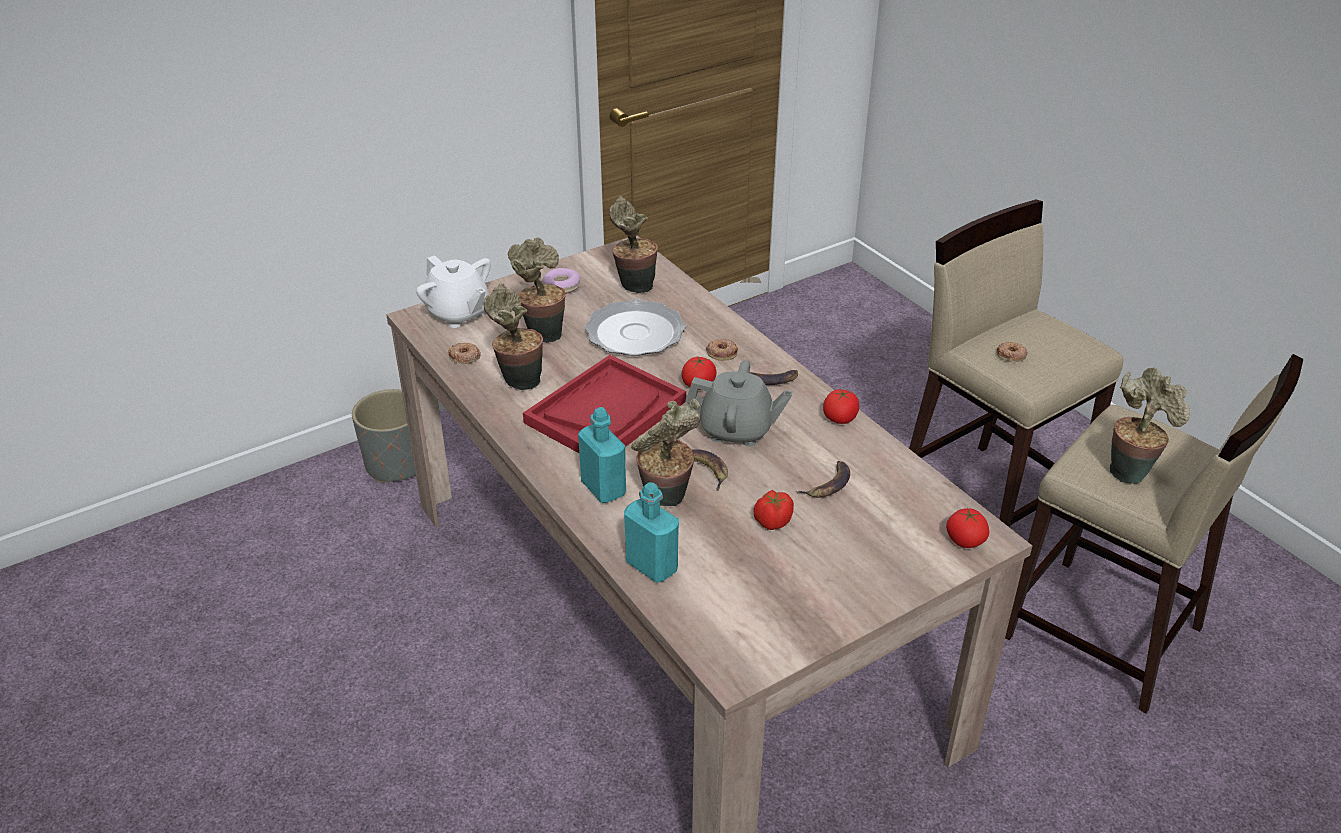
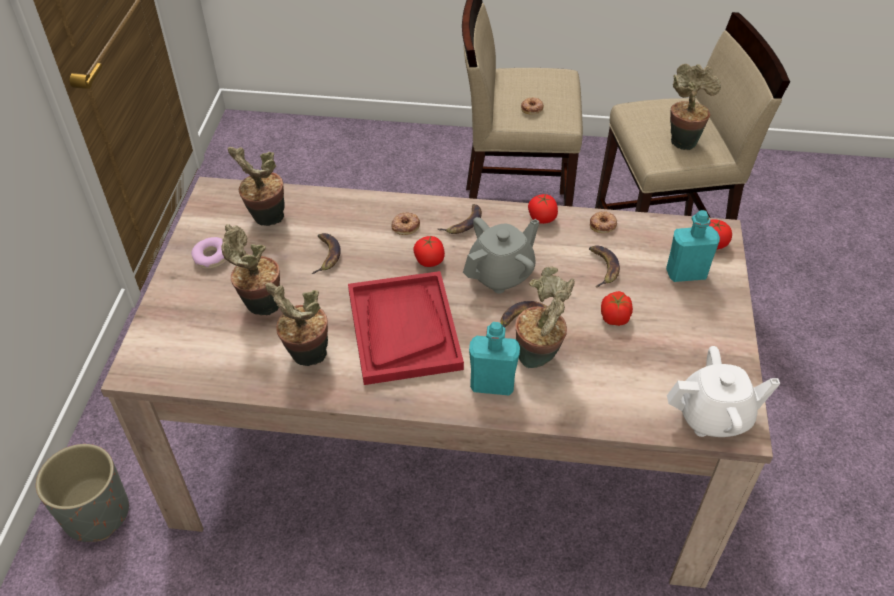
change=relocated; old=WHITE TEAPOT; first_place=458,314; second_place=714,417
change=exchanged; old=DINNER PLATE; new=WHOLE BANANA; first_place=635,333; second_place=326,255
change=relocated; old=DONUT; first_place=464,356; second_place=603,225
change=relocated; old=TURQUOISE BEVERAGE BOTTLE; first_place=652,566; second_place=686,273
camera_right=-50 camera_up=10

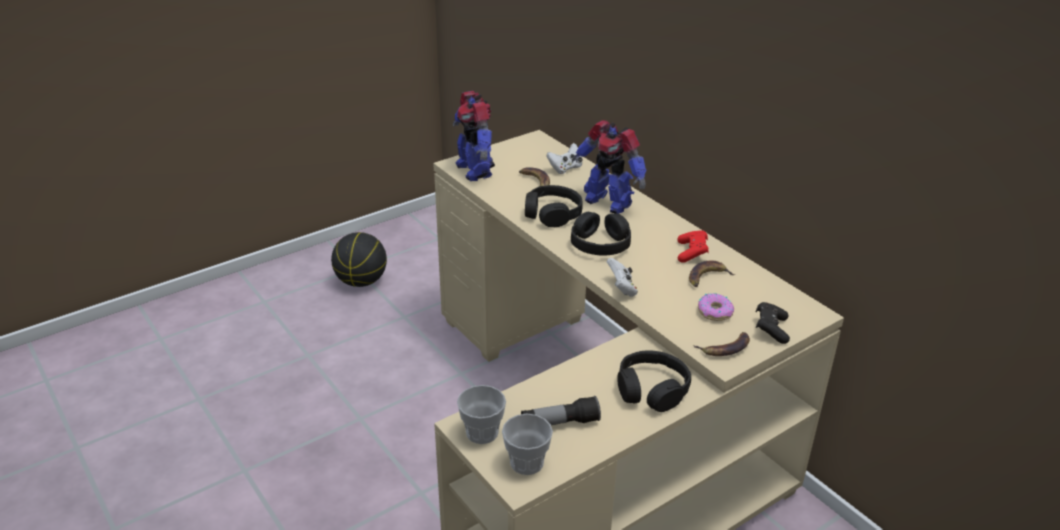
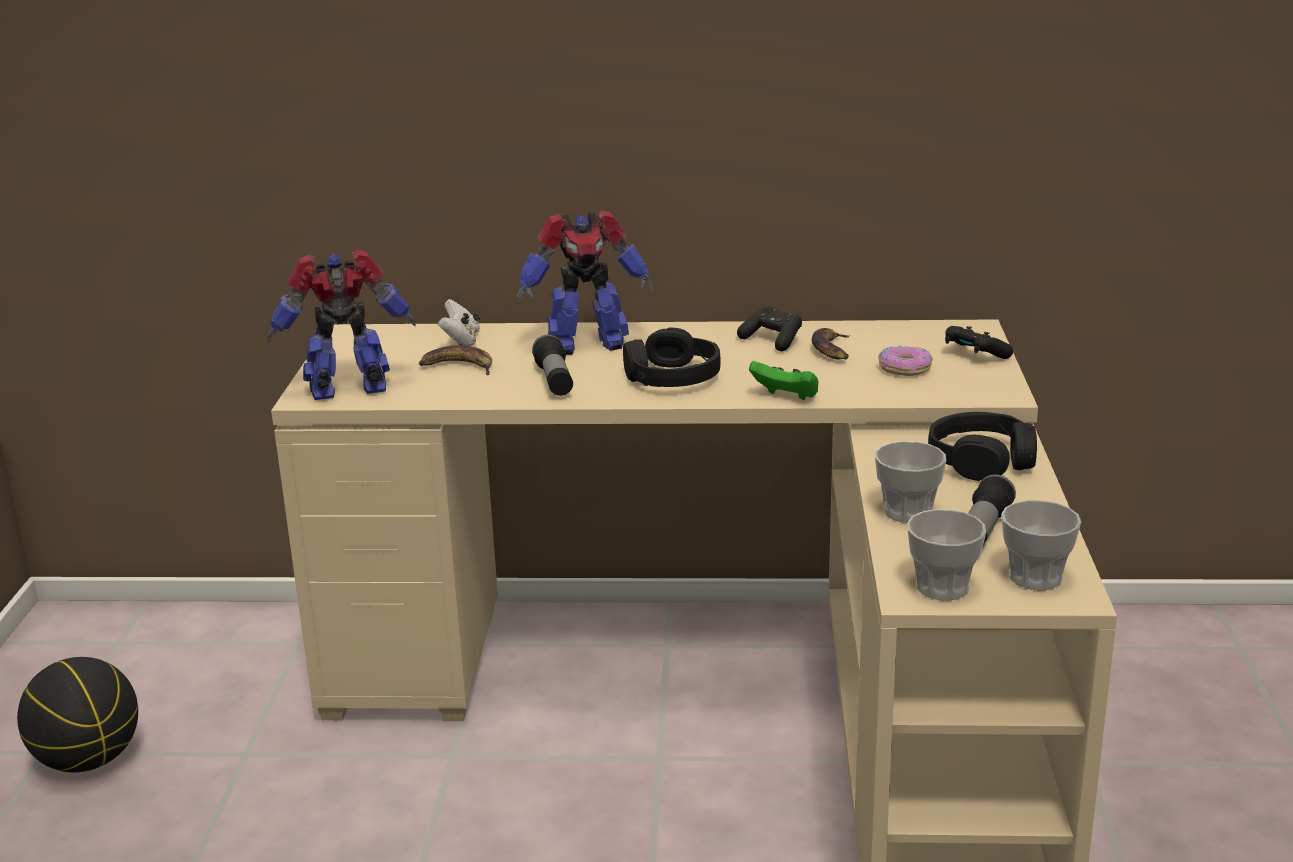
change=spun; old=ROBOT FIGURE; first_place=474,170; second_place=350,390; degrees=150
change=exchanged; old=BLACKISH HEADPHONES; new=FLASHLIGHT; first_place=552,214; second_place=554,381
change=colour; old=RED GAMEPAD; new=BLACKISH GAMEPAD; first_place=692,253; second_place=772,340
change=colour; old=WHITE GAMEPAD; new=GREEN GAMEPAD; first_place=621,288; second_place=786,397
change=missing; old=WHOLE BANANA; first_place=725,348
change=appeared; new=CUP; second_place=907,512
camera_right=-50 camera_up=-10

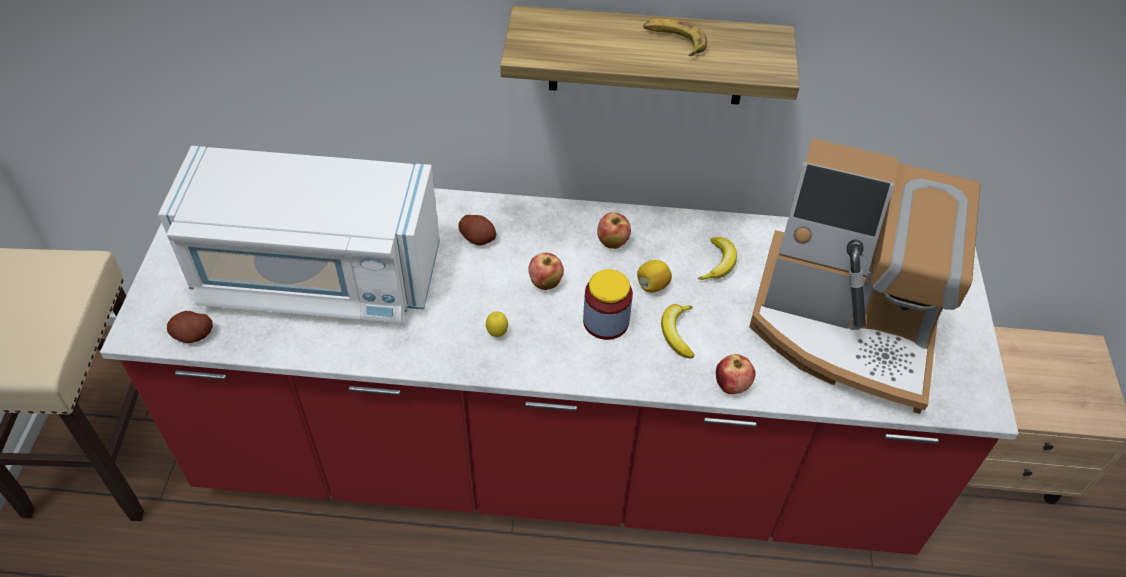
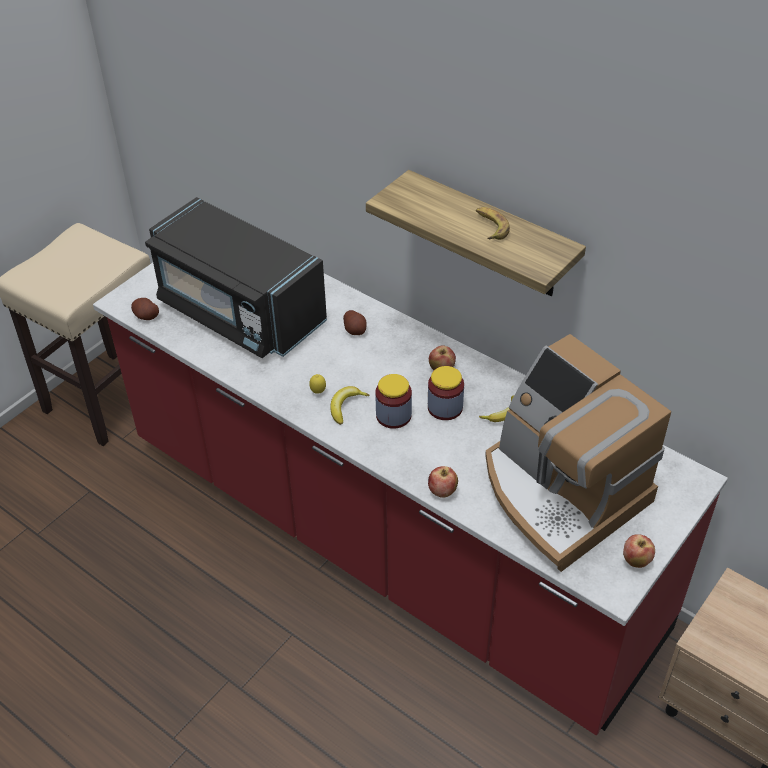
change=colour; old=WHITE KITCHEN MICROWAVE; new=BLACKISH KITCHEN MICROWAVE; first_place=316,276; second_place=239,312
change=relocated; old=APPLE; first_place=545,283; second_place=636,561
change=exchanged; old=LEMON; new=STORAGE JAR; first_place=652,285; second_place=445,407
change=relocated; old=WHOLE BANANA; first_place=677,333; second_place=345,406
camera_right=35 camera_up=-5

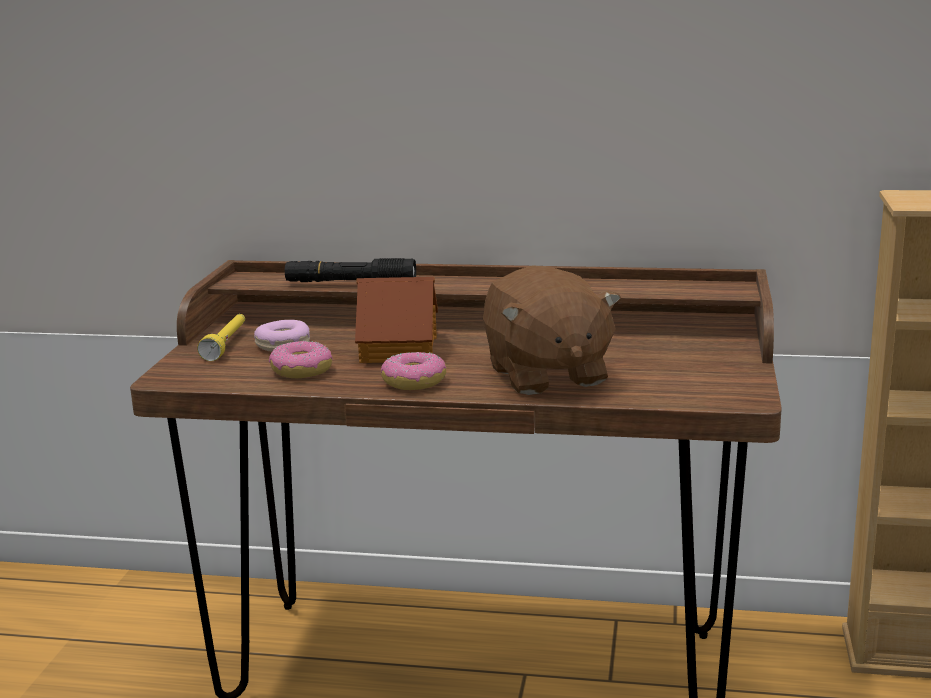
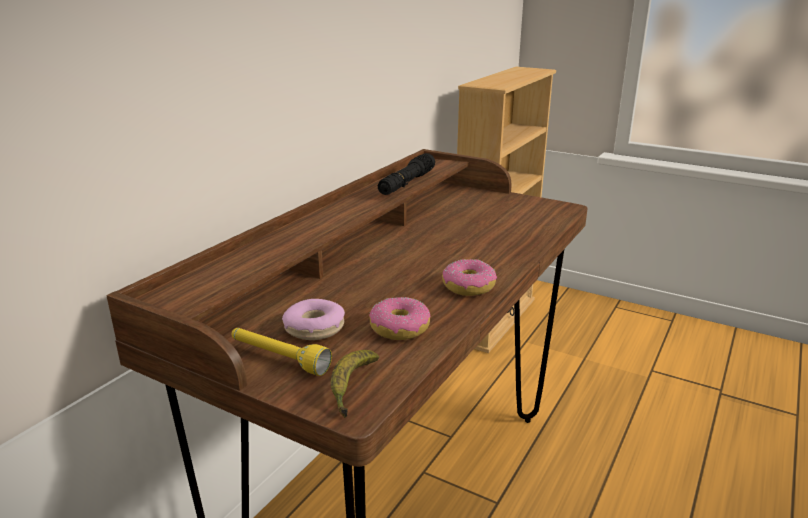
change=relocated; old=BLACKISH FLASHLIGHT; first_place=350,283; second_place=407,183
change=missing; old=BROWNISH CUDDLY TOY; first_place=546,375
change=missing; old=TOY HOUSE; first_place=400,349
change=appeared; new=WHOLE BANANA; second_place=352,388
camera_right=-70 camera_up=5

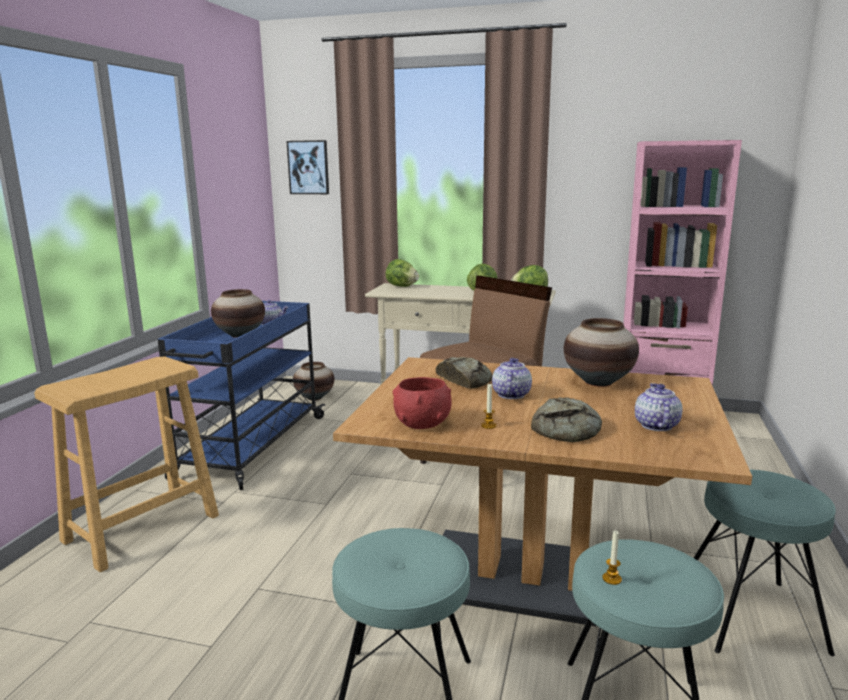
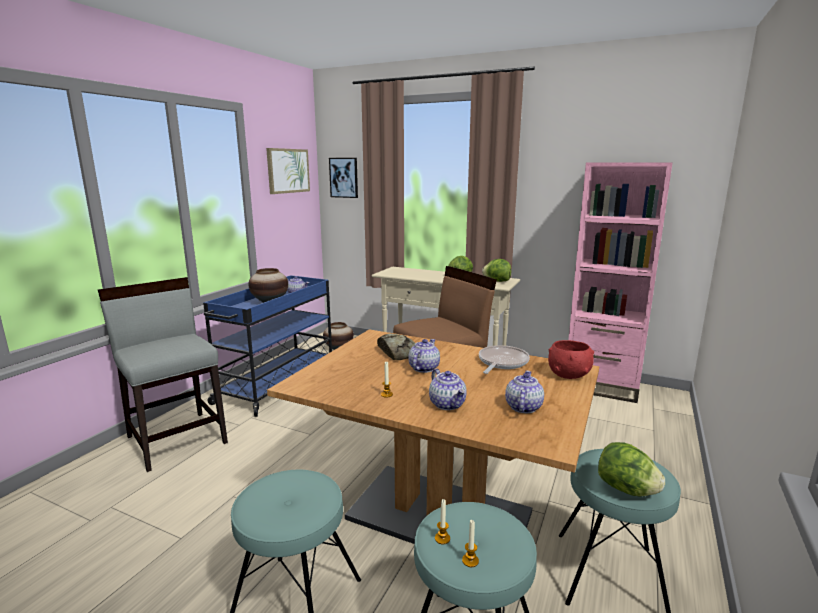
change=relocated; old=HEAD OF LETTUCE; first_place=401,286; second_place=626,489
change=exchanged; old=DECORATIVE VASE; new=SKILLET; first_place=598,382; second_place=501,362
change=exchanged; old=SAND-COLOURED STOOL SEAT; new=GREYISH UPRIGHT CHAIR; first_place=143,528; second_place=177,439
change=relocated; old=RED DEEP DISH; first_place=422,424; second_place=569,375
change=exchanged; old=BAKED BREAD; new=TEAPOT; first_place=569,430; second_place=448,404
change=appeared; new=WALL PICTURE; second_place=288,171
change=appeared; new=WAX CANDLE; second_place=470,561
camera_right=10 camera_up=0

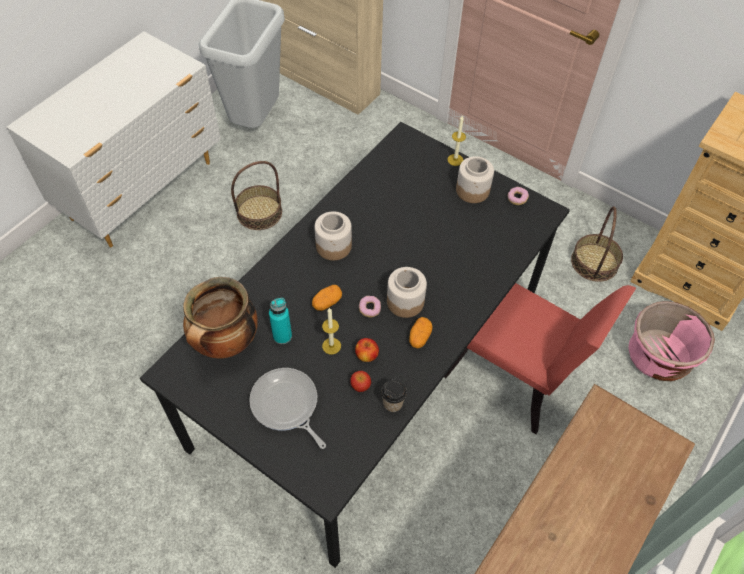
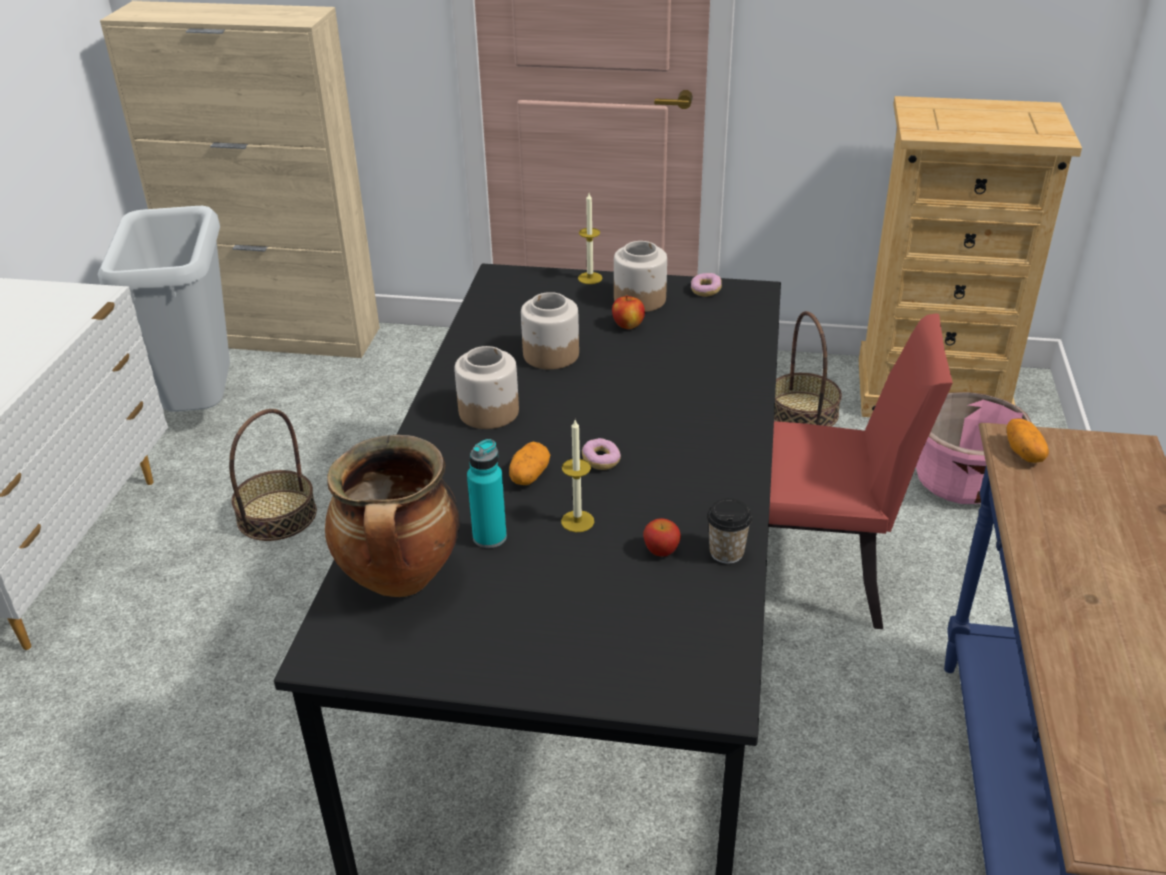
change=relocated; old=STORAGE JAR; first_place=405,301; second_place=550,354
change=relocated; old=SPUD; first_place=419,337; second_place=1024,452
change=relocated; old=APPLE; first_place=367,355; second_place=628,325
change=missing; old=SKILLET; first_place=286,405
camera_right=-25 camera_up=-20

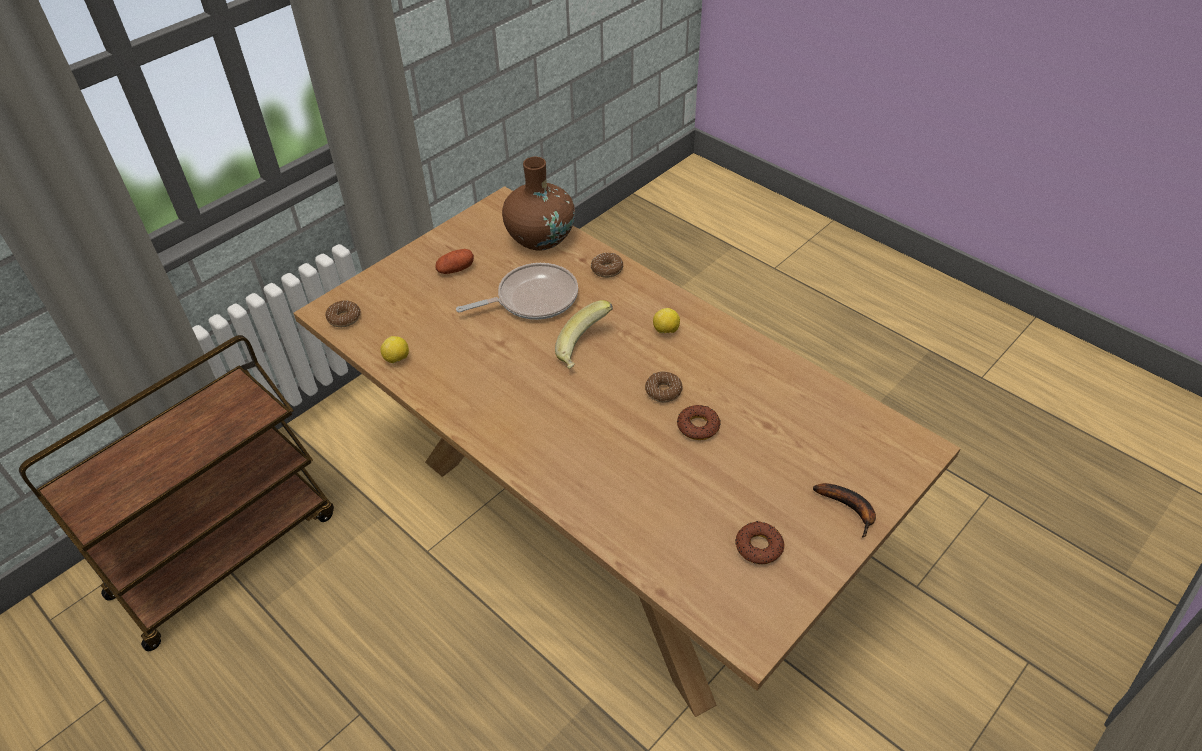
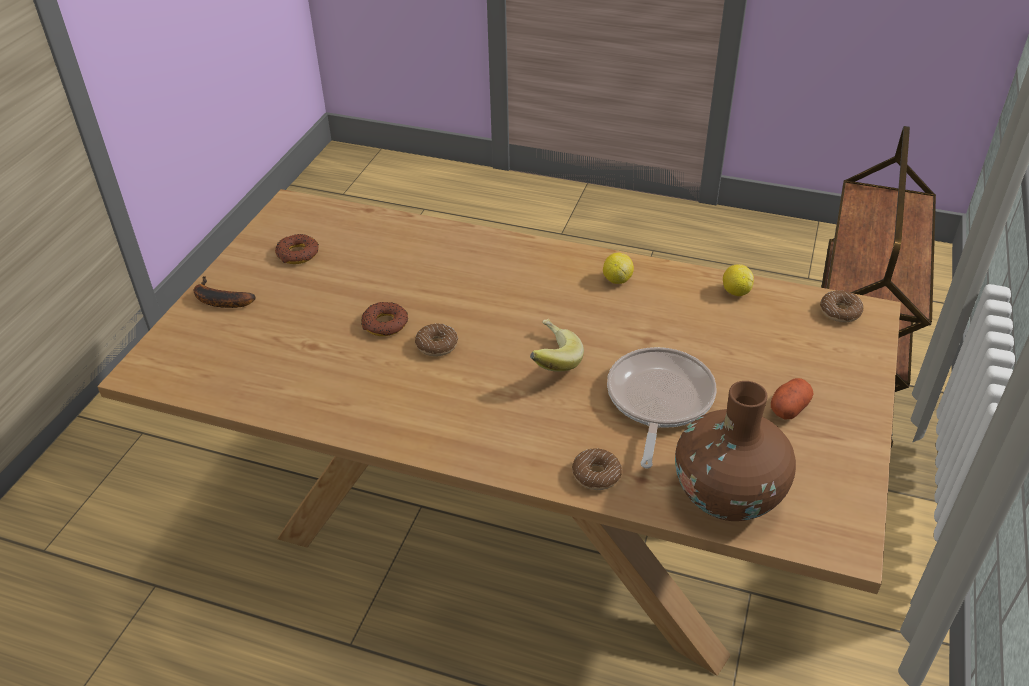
change=spun; old=SKILLET; first_place=532,298; second_place=658,401; degrees=150
change=relocated; old=LEMON; first_place=666,331; second_place=617,279
camera_right=155 camera_up=-5

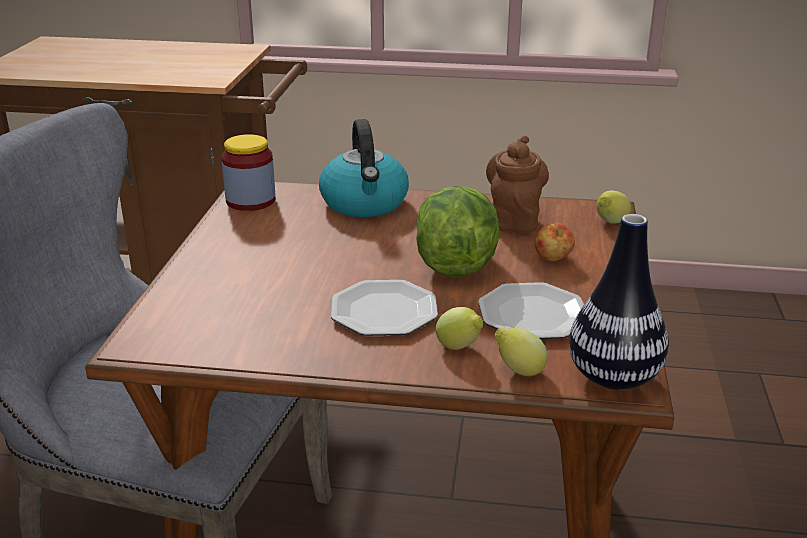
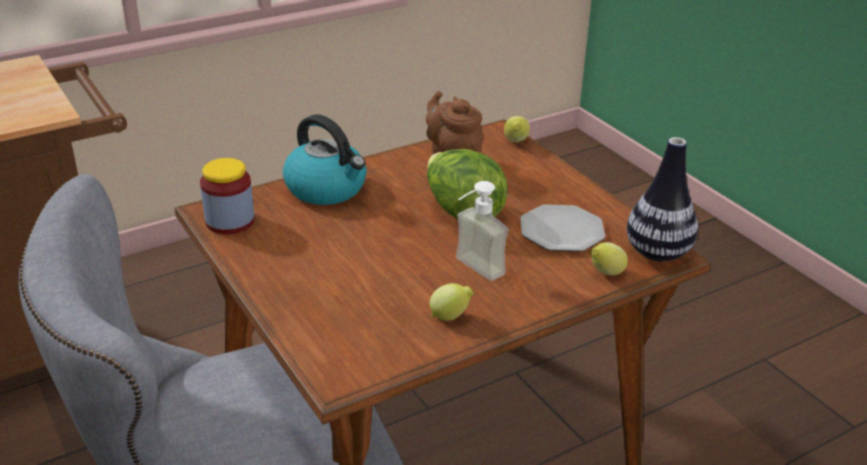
change=missing; old=APPLE; first_place=552,259
change=exchanged; old=DINNER PLATE; new=SOAP BOTTLE; first_place=385,312; second_place=472,270
change=relocated; old=LEMON; first_place=459,348; second_place=450,316
camera_right=-40 camera_up=5

